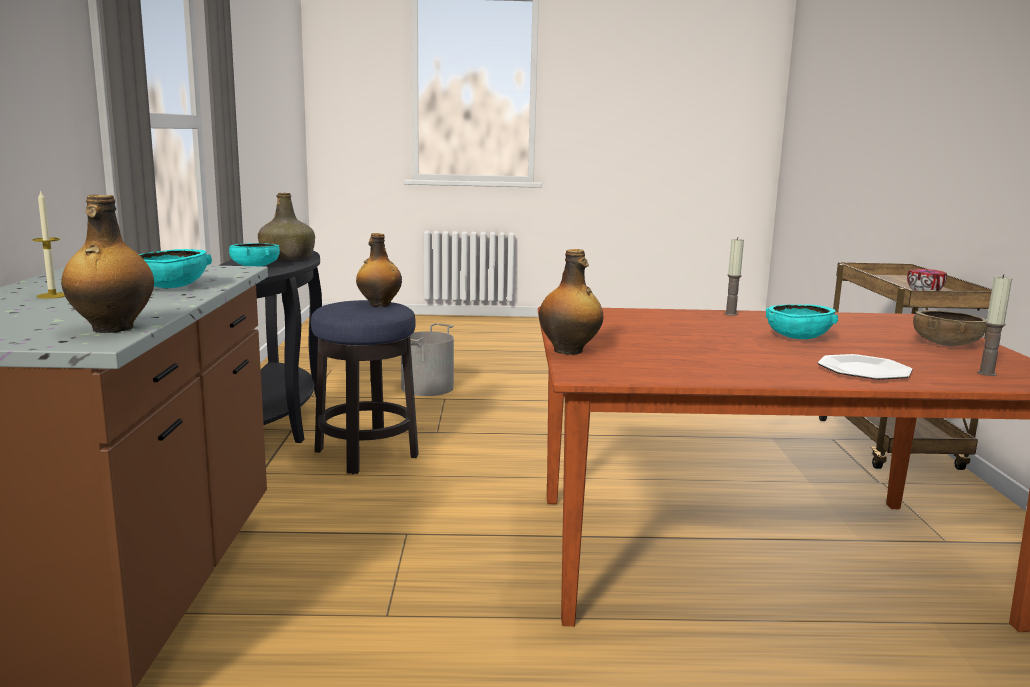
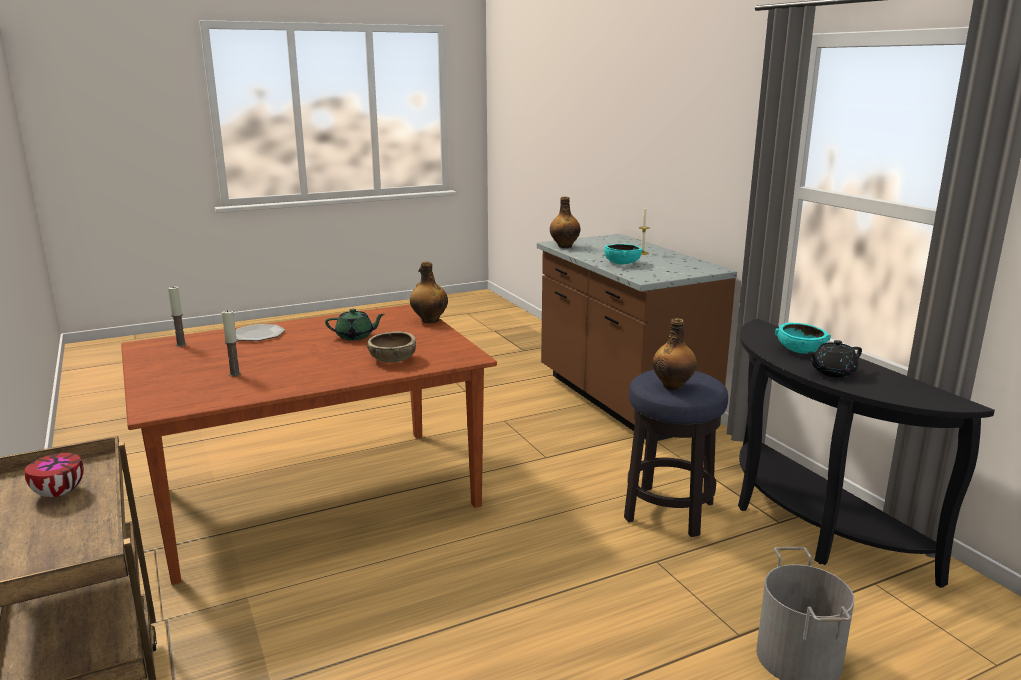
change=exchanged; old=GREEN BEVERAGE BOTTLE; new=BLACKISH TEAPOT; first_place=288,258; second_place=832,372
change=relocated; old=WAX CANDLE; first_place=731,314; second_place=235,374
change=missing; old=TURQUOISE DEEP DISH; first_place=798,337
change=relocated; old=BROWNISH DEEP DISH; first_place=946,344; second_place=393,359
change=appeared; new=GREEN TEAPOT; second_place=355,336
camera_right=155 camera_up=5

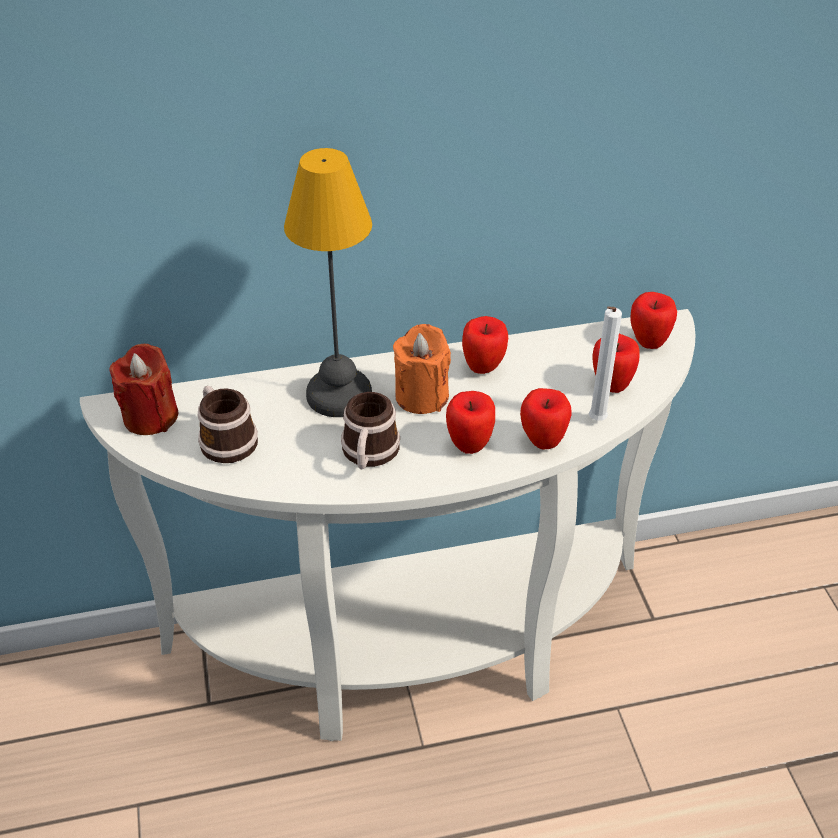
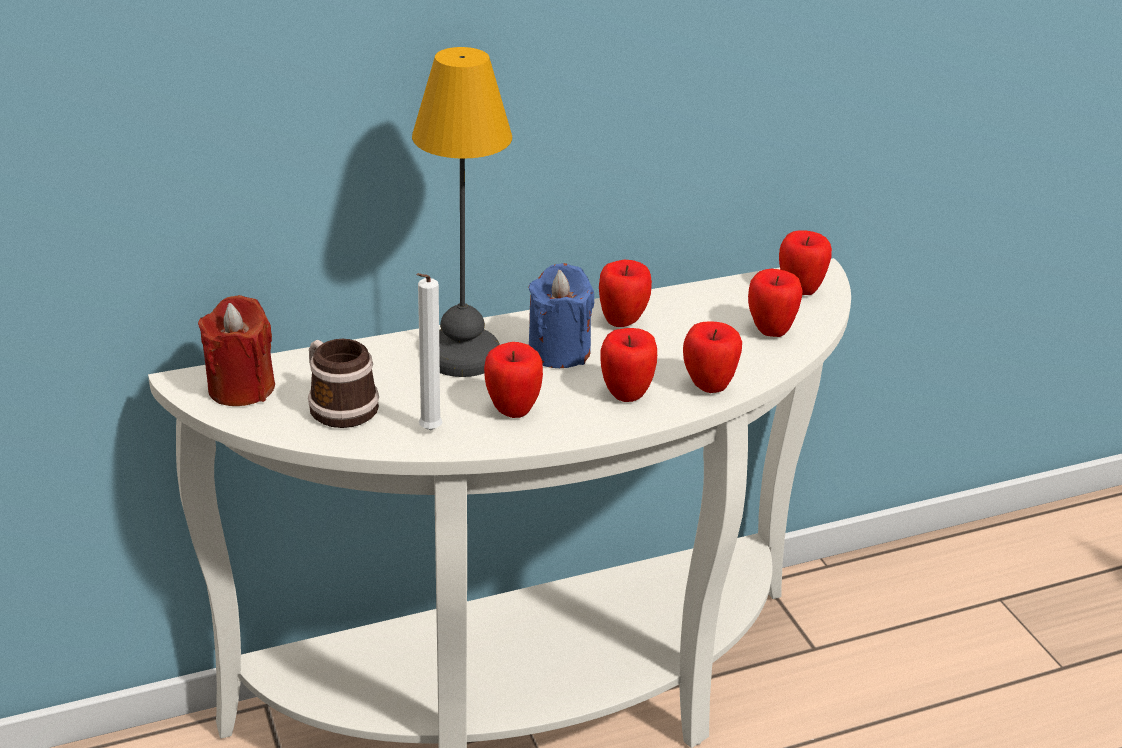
change=relocated; old=WHITE WAX CANDLE; first_place=595,421; second_place=428,432
change=colour; old=ORANGEY WAX CANDLE; new=BLUE-COLOURED WAX CANDLE; first_place=421,396; second_place=559,352
change=exchanged; old=COFFEE MUG; new=APPLE; first_place=369,454; second_place=512,410
camera_right=-10 camera_up=-10

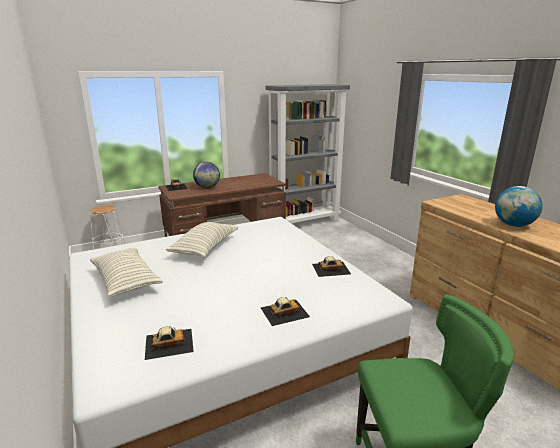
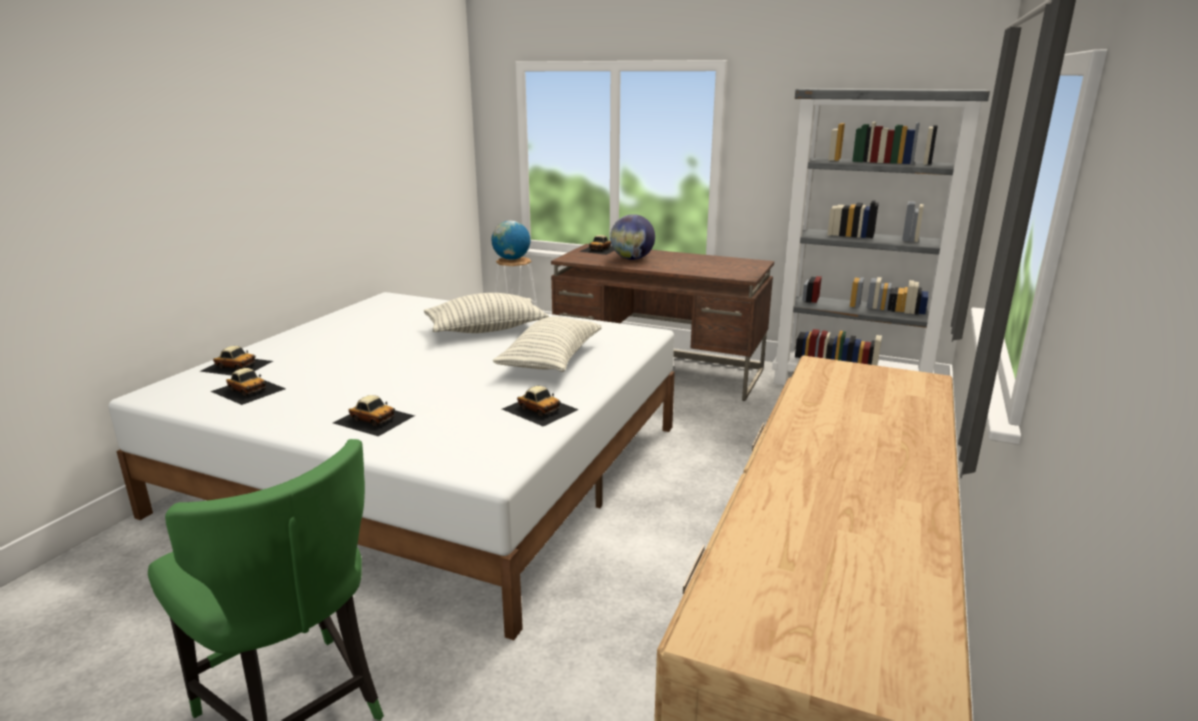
change=relocated; old=WORLD GLOBE; first_place=513,225; second_place=511,259
change=relocated; old=THROW PILLOW; first_place=126,281; second_place=551,361
change=appeared; new=MODEL CAR; second_place=237,366
camera_right=50 camera_up=0

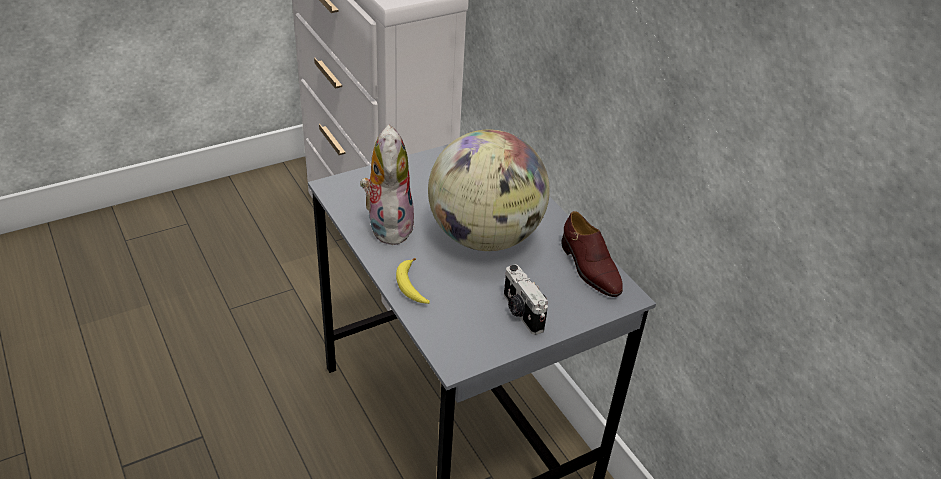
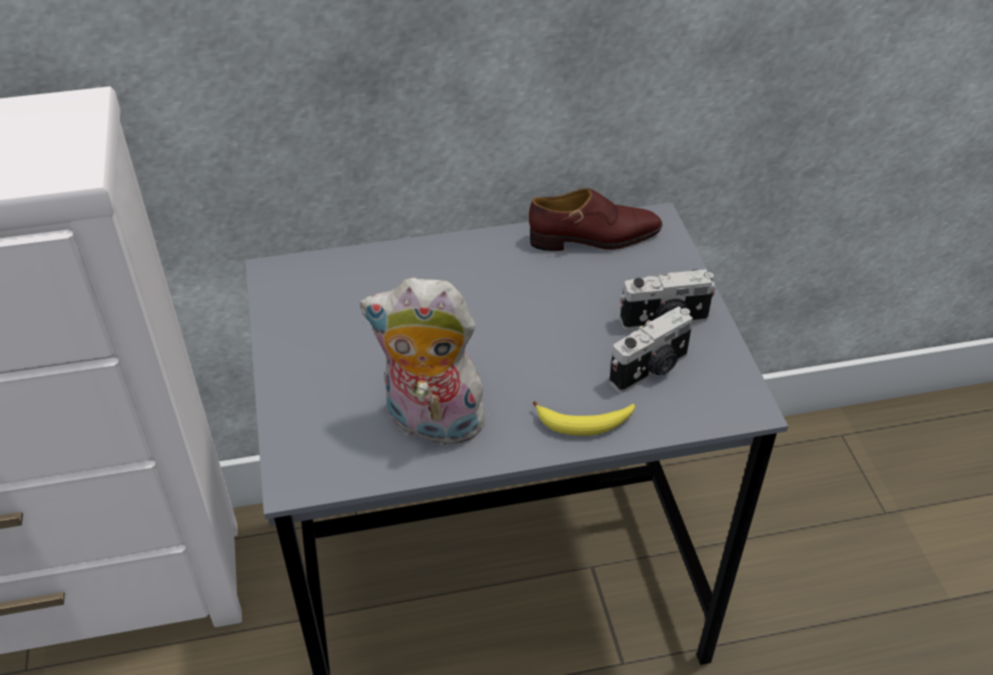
change=missing; old=WORLD GLOBE; first_place=485,237
change=appeared; new=PHOTO CAMERA; second_place=651,370
camera_right=-70 camera_up=5

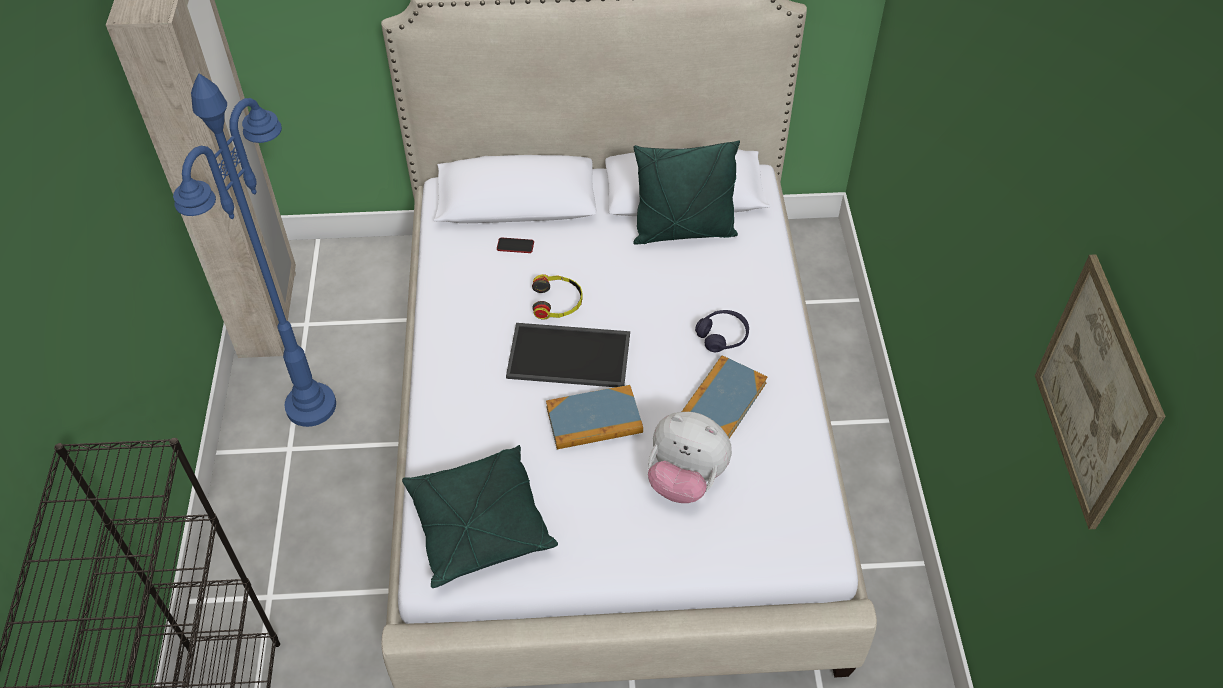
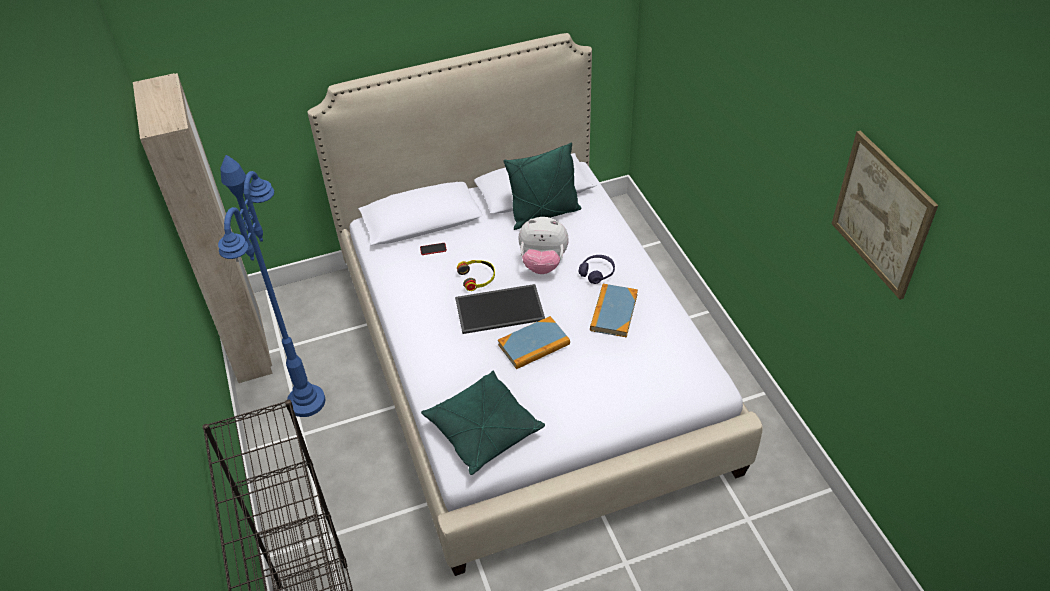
change=relocated; old=CUDDLY TOY; first_place=685,479; second_place=543,264
camera_right=-15 camera_up=-5

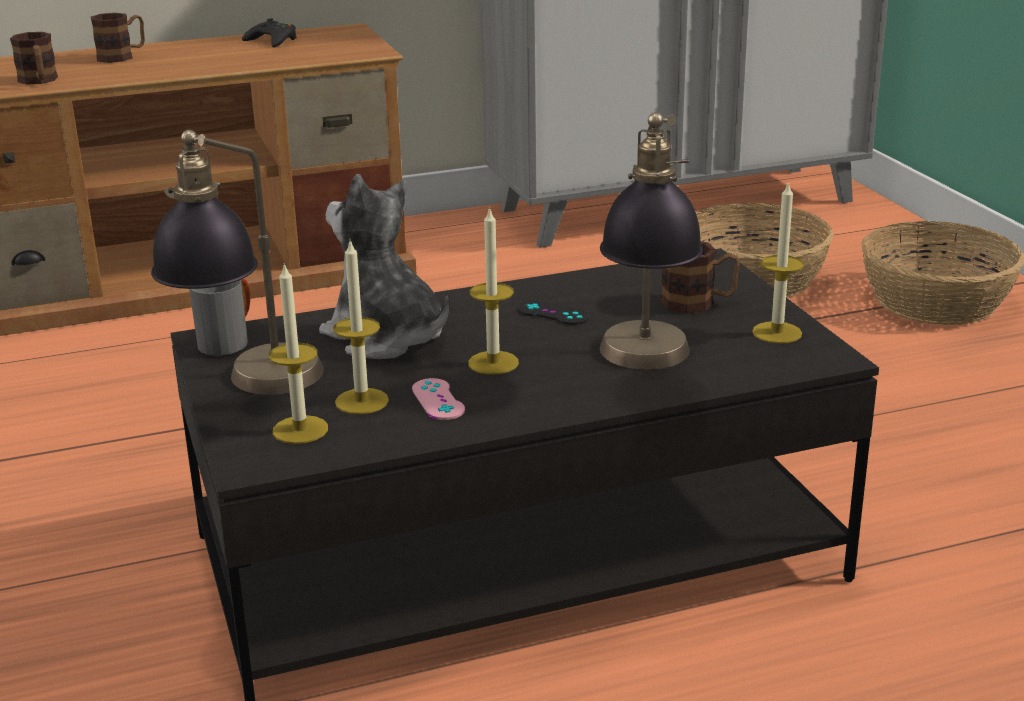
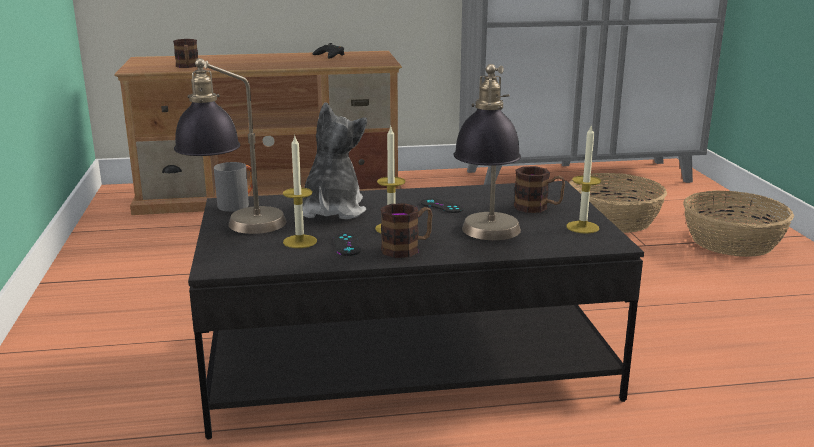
change=relocated; old=COFFEE MUG; first_place=122,56; second_place=407,248
change=spun; old=CUDDLY TOY; first_place=386,337; second_place=332,210; degrees=45
change=missing; old=WAX CANDLE; first_place=300,430
change=colour; old=PINKISH GAMEPAD; new=BLACKISH GAMEPAD; first_place=438,400; second_place=347,245
camera_right=10 camera_up=-5

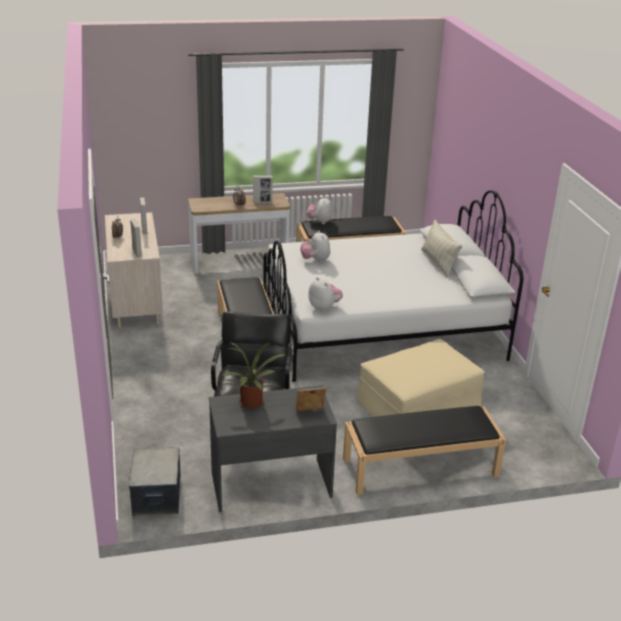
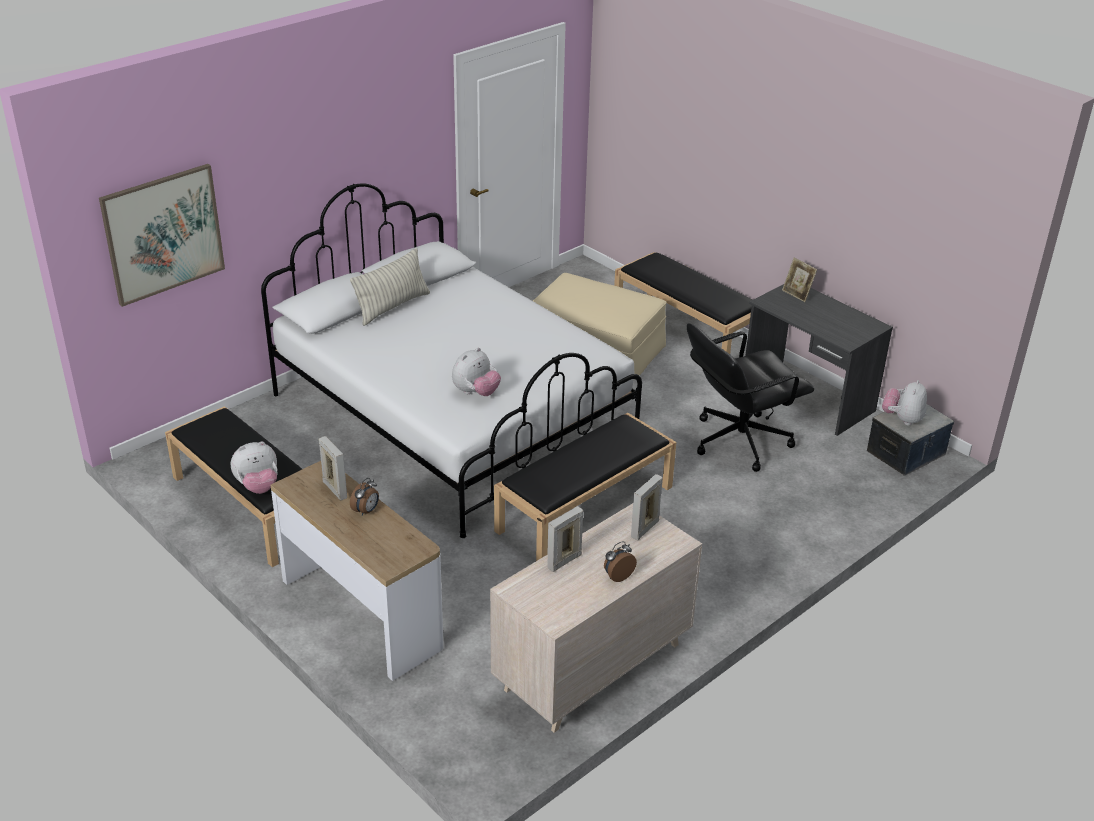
change=relocated; old=CUDDLY TOY; first_place=324,307; second_place=902,419
change=missing; old=HOUSEPLANT; first_place=251,404
change=appeared; new=WALL PICTURE; second_place=163,234
camera_right=-120 camera_up=5

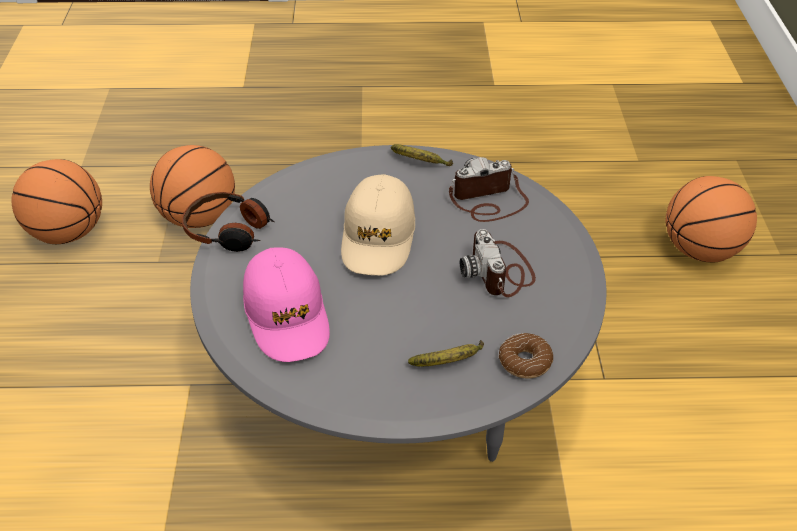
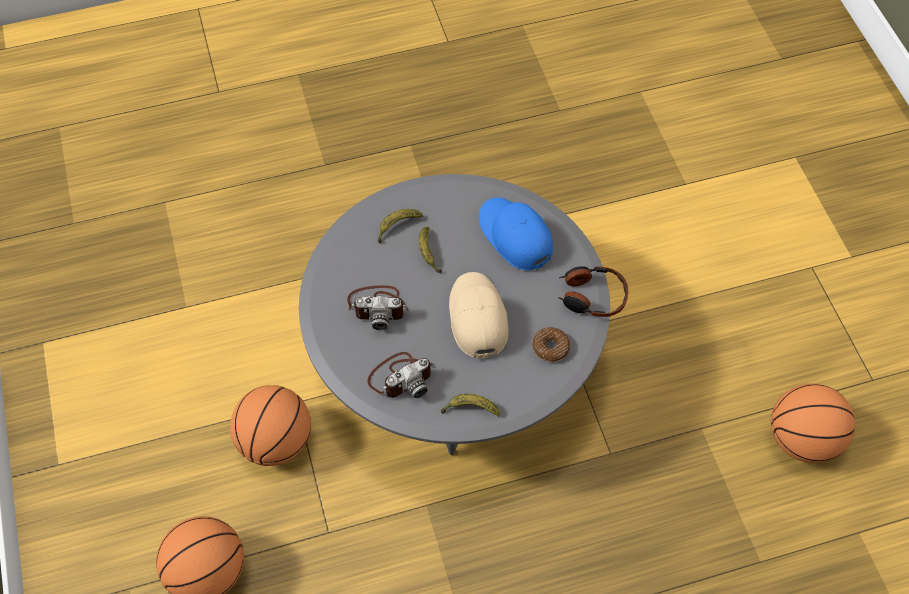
change=relocated; old=BASKETBALL BALL; first_place=198,218; second_place=276,442
change=spun; old=PHOTO CAMERA; first_place=500,271; second_place=378,306; degrees=120
change=colour; old=PINKISH BASEBALL CAP; new=BLUE-COLOURED BASEBALL CAP; first_place=287,315; second_place=515,236
change=relocated; old=DONUT; first_place=525,361; second_place=550,347
change=appeared; new=WHOLE BANANA; second_place=428,253
camera_right=165 camera_up=15

